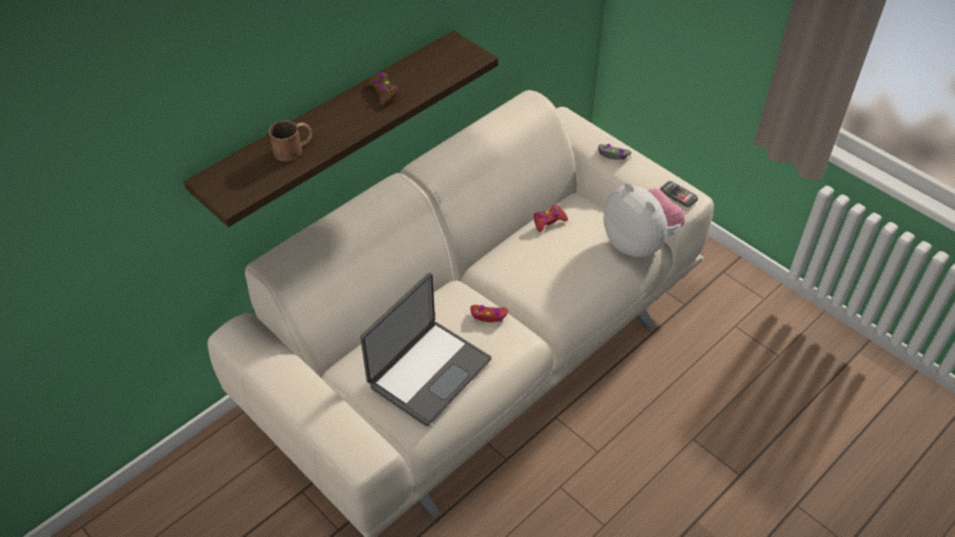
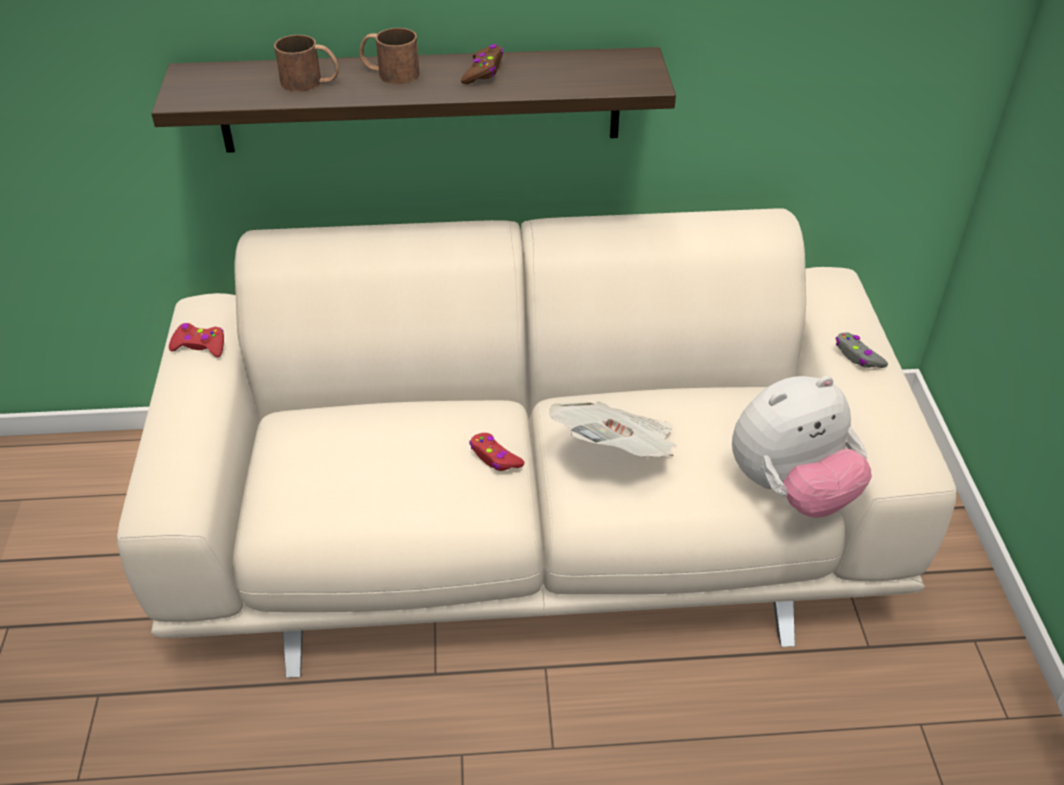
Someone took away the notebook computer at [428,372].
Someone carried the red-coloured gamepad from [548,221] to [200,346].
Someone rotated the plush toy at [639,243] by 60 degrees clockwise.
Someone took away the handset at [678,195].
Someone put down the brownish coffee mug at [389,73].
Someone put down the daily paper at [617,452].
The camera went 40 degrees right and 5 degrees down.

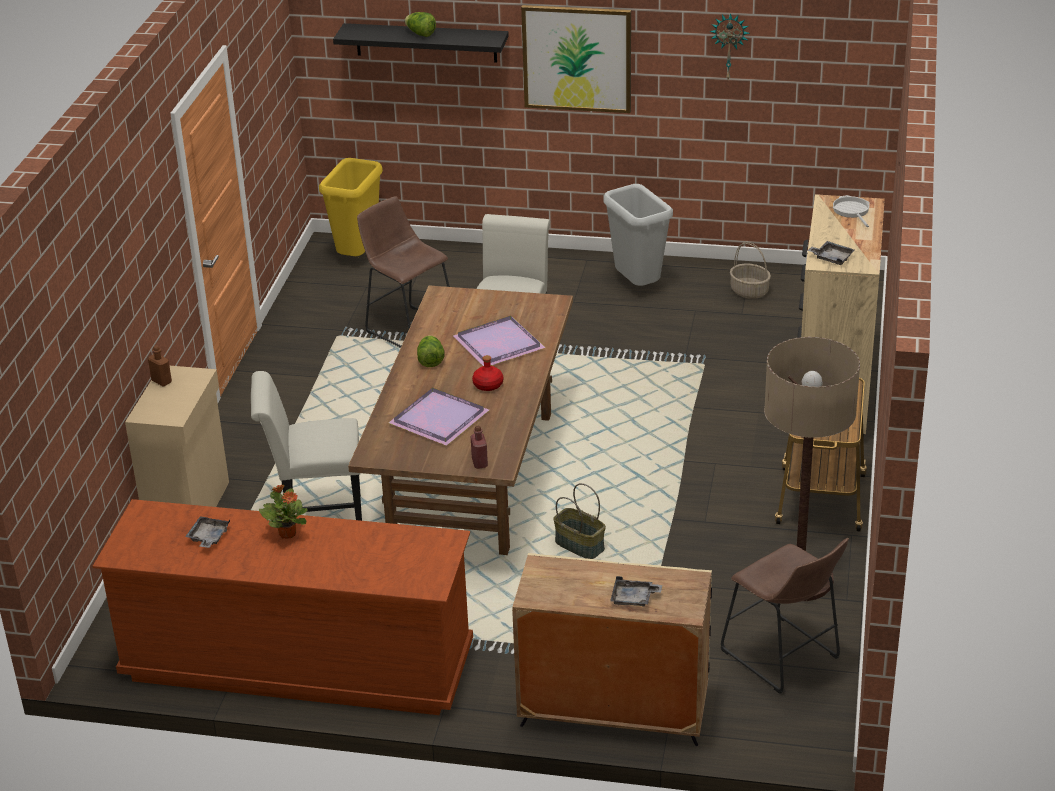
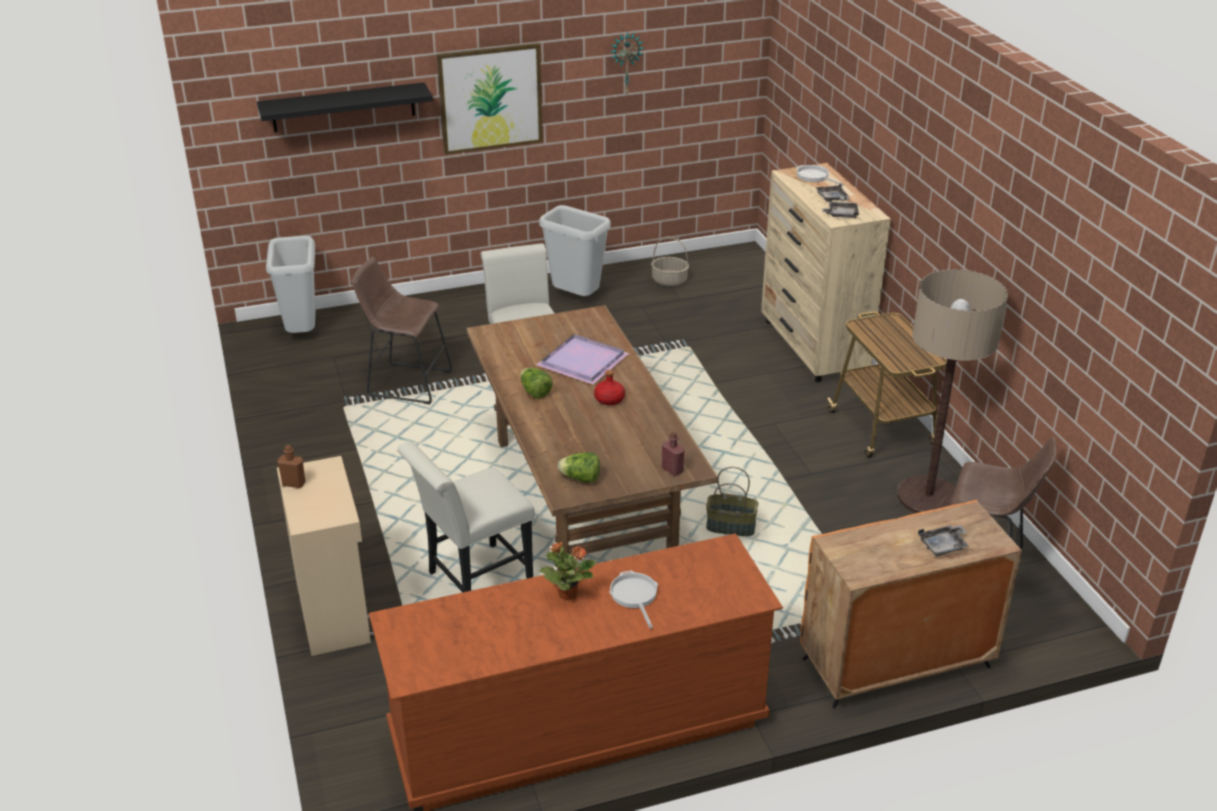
Someone carried the gray serving tray from [208,537] to [832,198].
Someone repainted the yellowish rubbish bin at [357,257], which became the gray rubbish bin at [301,333].
Someone took away the purplish serving tray at [437,419].
Someone carried the lettuce from [420,34] to [581,478].
Someone repainted the sand-coloured cabinet at [612,711], which became the orange-coloured cabinet at [895,663].
Someone put down the skillet at [634,596].
The camera went 30 degrees left and 0 degrees up.

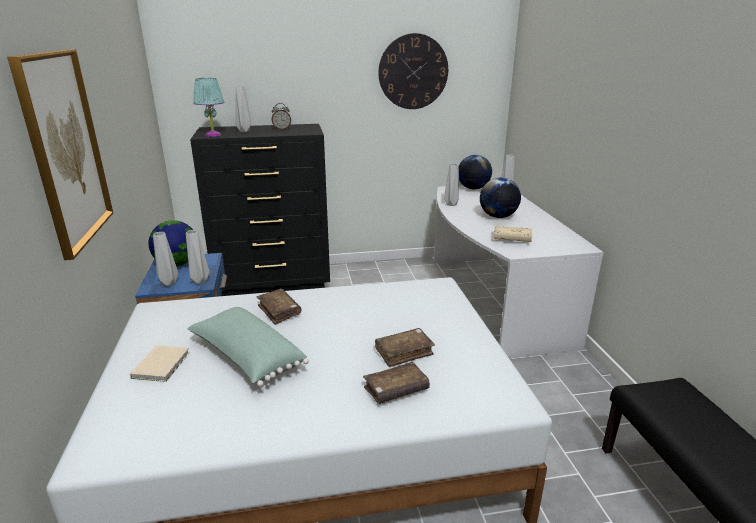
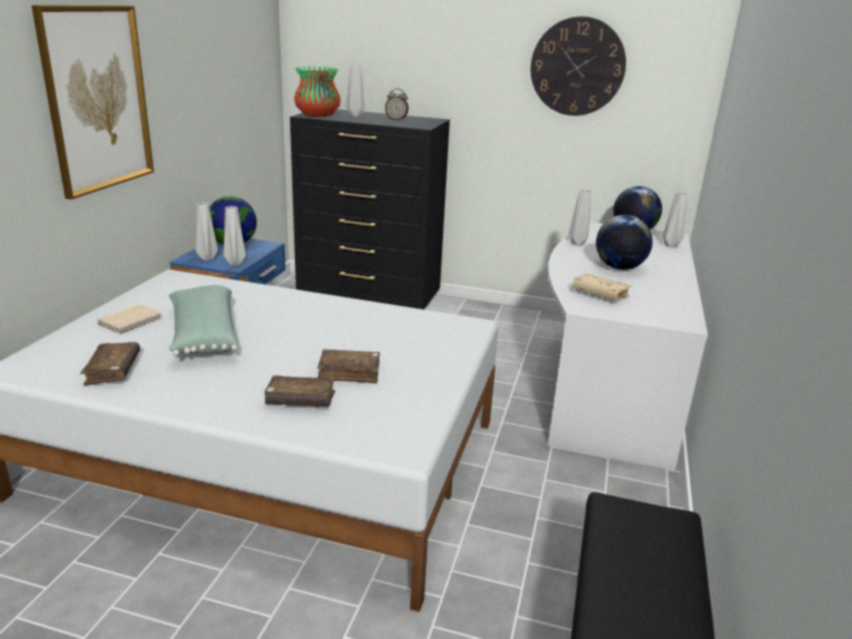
Someone swapped the blue-green table lamp at [213,135] for the flower vase at [318,116].
Someone carried the brownish volume from [279,311] to [113,370].
The camera went 25 degrees right and 0 degrees up.

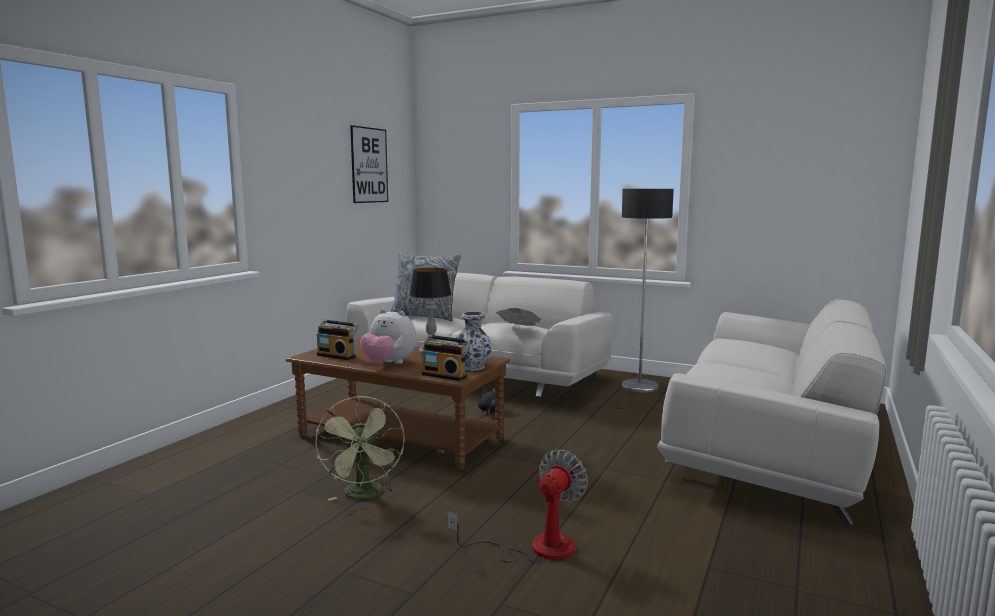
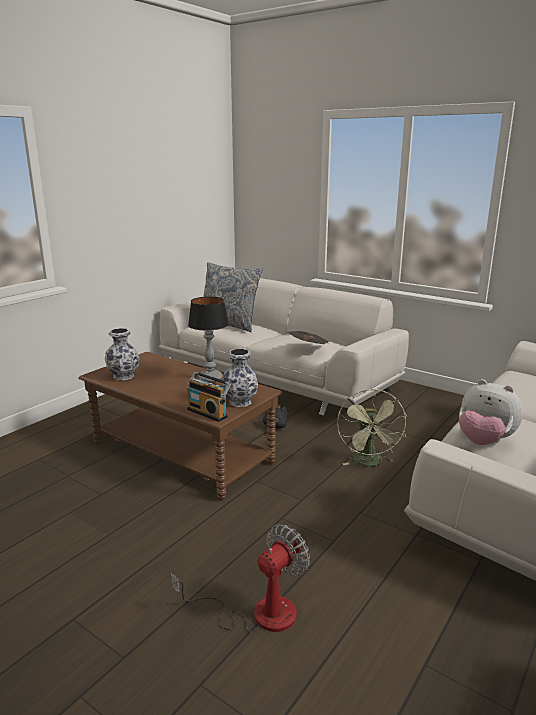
Someone carried the green-coloured electric fan from [364,495] to [369,463].
Someone swapped the radio at [337,356] for the flower vase at [124,376].
Someone took away the picture at [369,165].
Someone carried the plush toy from [389,364] to [484,441].
Someone took away the standing lamp at [640,387].
The camera went 10 degrees right and 10 degrees up.

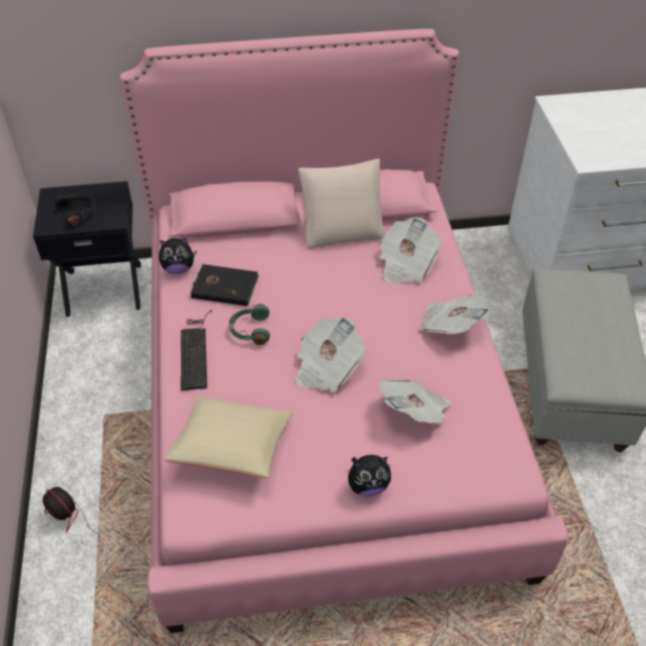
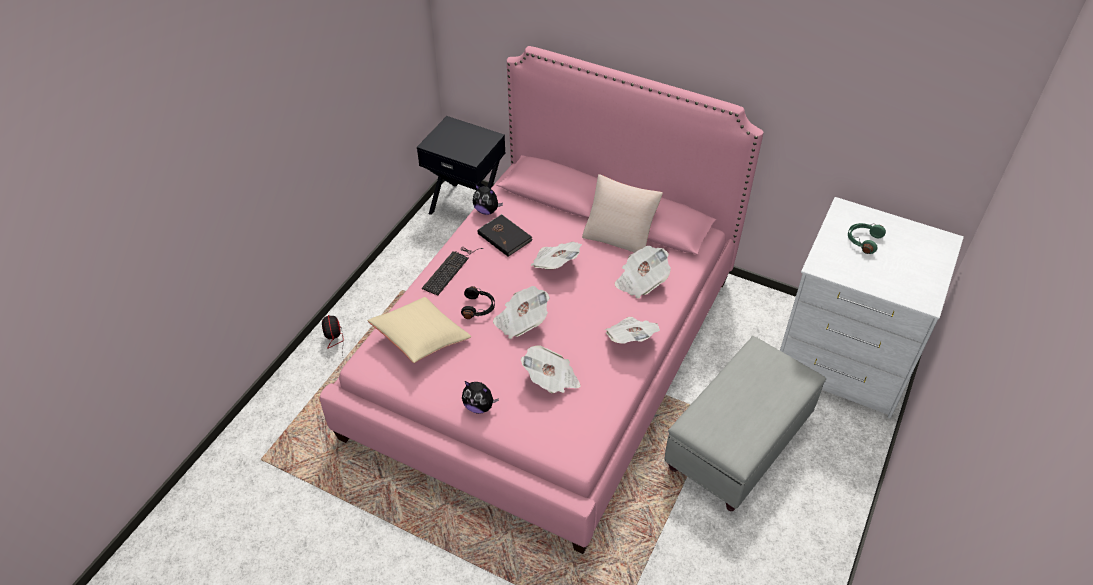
Someone carried the black headphones from [78,213] to [478,308].
Someone carried the green-coloured headphones from [250,330] to [863,241].
Someone put down the daily paper at [555,264].
The camera went 35 degrees right and 0 degrees up.

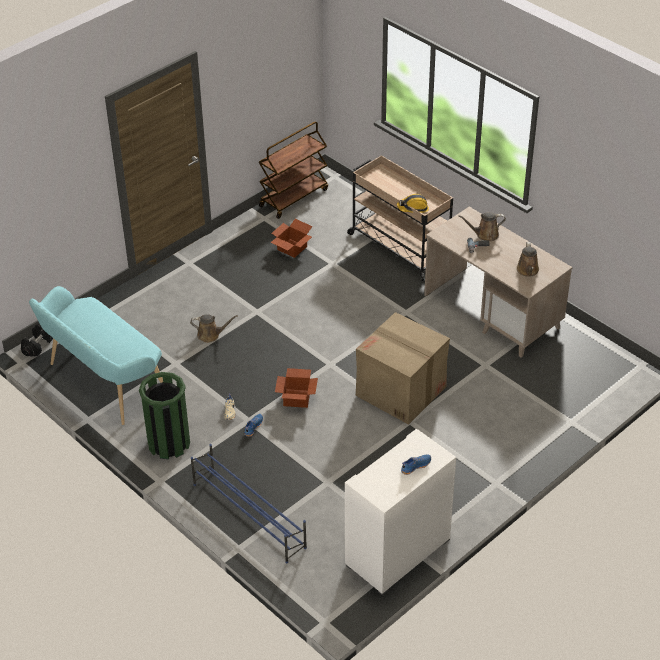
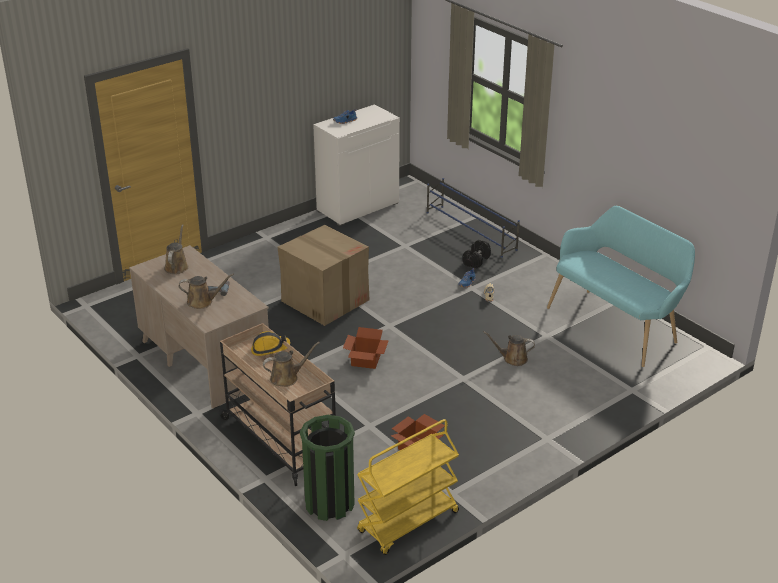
Someone carried the black free weight from [38,345] to [476,261].
Someone carried the green-coloured rubbish bin from [169,443] to [329,503].
Someone repainted the brownish cart at [294,197], which became the yellowish cart at [408,523].
Someone carried the carton from [297,397] to [365,360].
Someone put down the brownish sprinkling can at [287,378].
The camera went 175 degrees left and 10 degrees down.

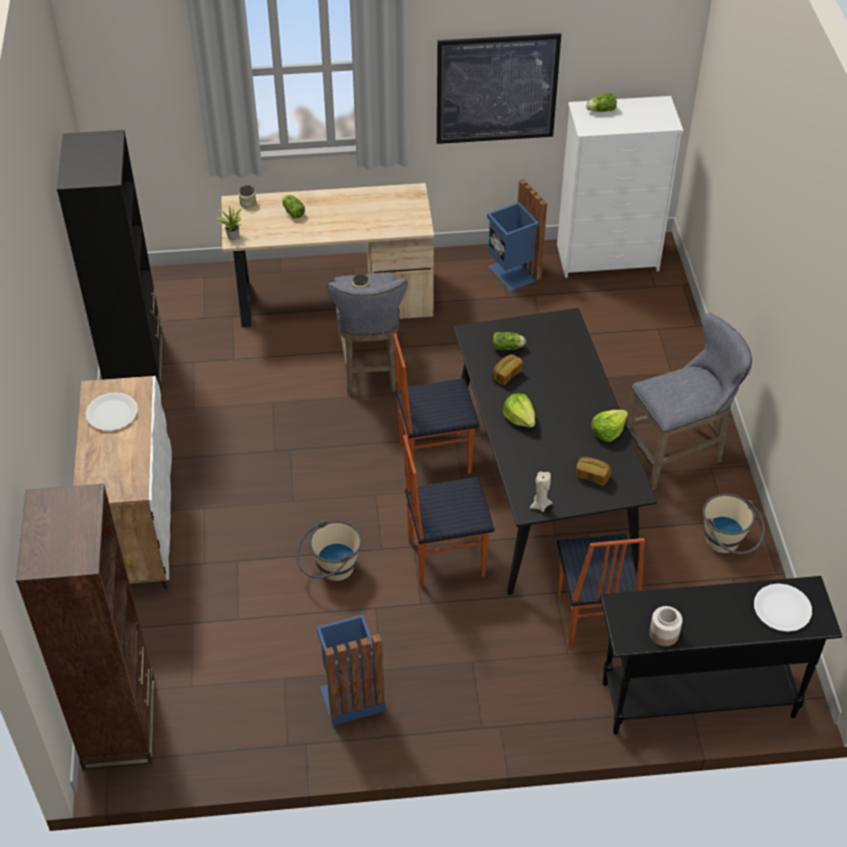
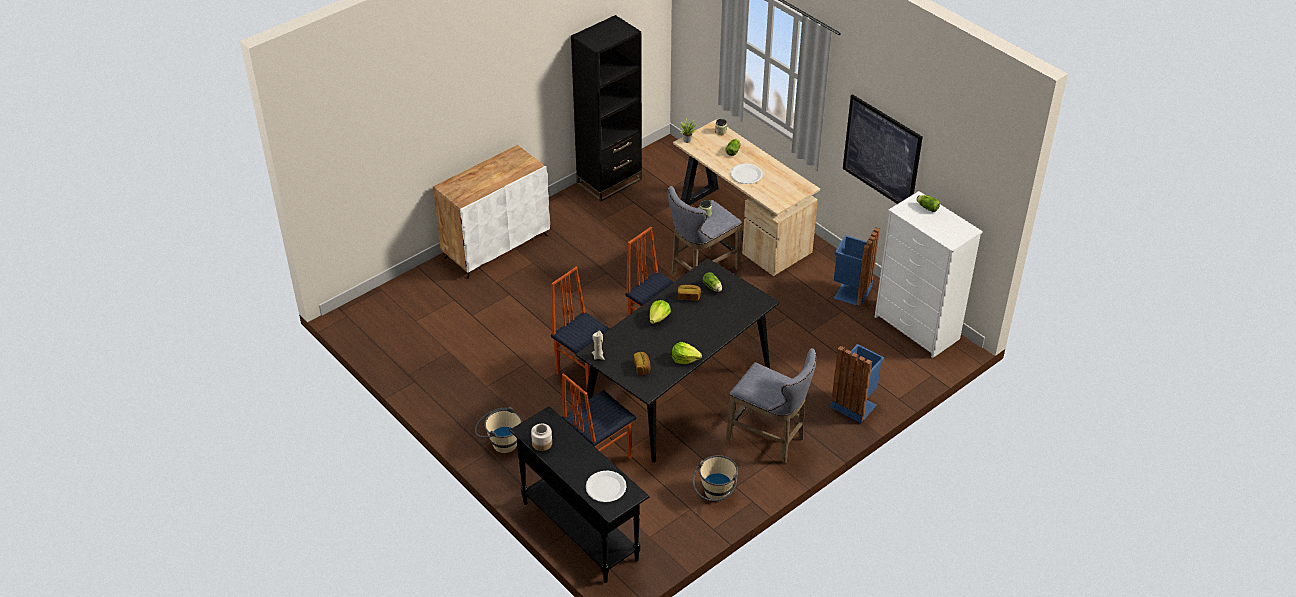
Someone took away the brownish shelving unit at [119,723].
Someone carried the white-coloured flat dish from [112,413] to [746,175].
Someone carried the sand-coloured water bucket from [330,570] to [500,442].
Someone carried the blue rubbish bin from [350,696] to [854,404].
The camera went 55 degrees right and 5 degrees down.

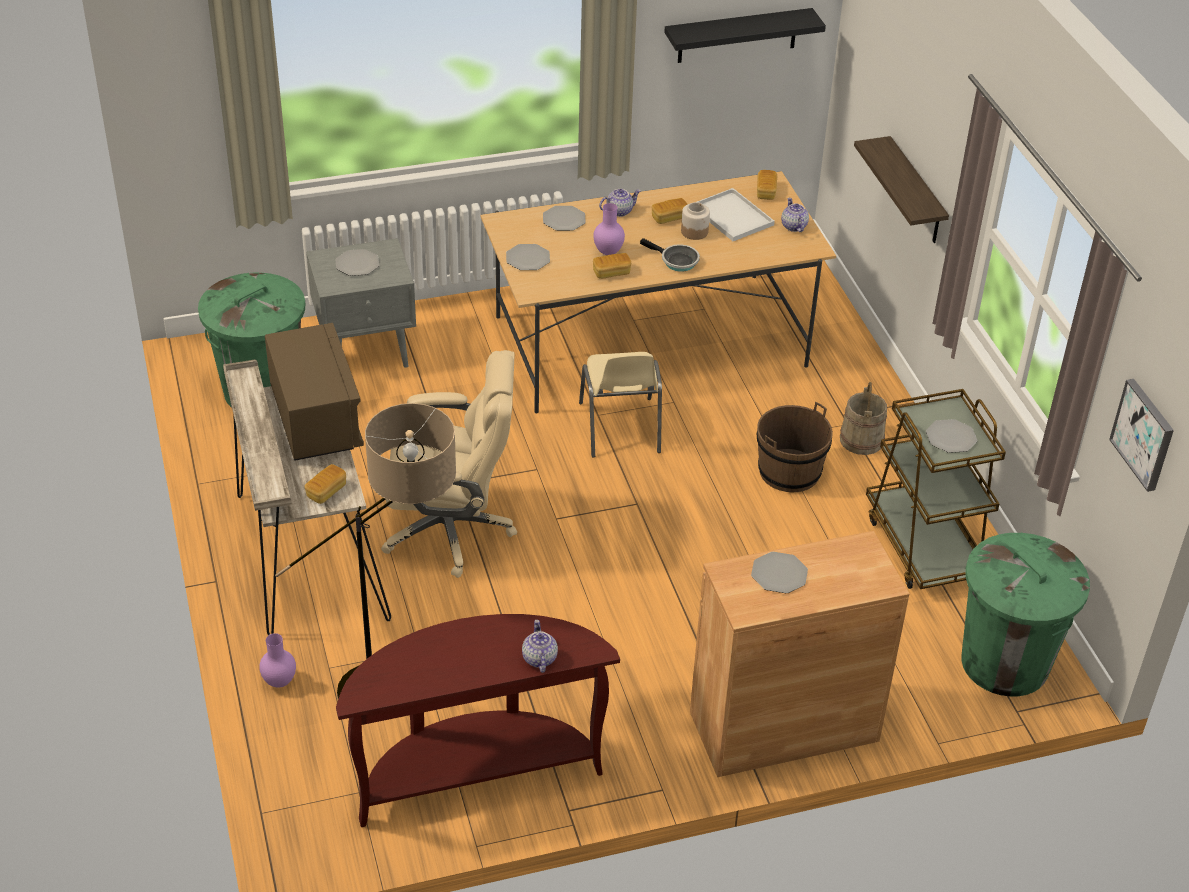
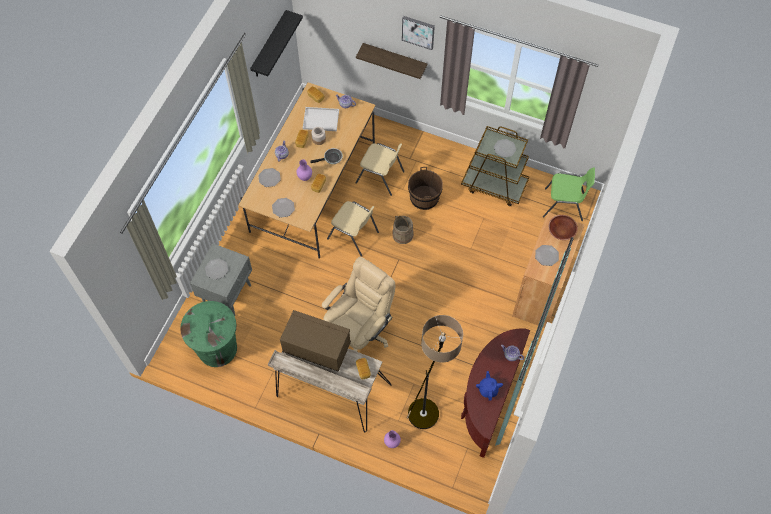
Someone carried the sand-coloured water bucket from [861,440] to [402,235].
Someone swapped the green-coloured rubbish bin at [1005,663] for the green-coloured upright chair at [564,205].
Someone carried the picture from [1144,434] to [418,31].
Someone put down the sand-coloured upright chair at [381,177].
Someone put down the blue teapot at [488,389].
Someone put down the brownish serving bowl at [561,231].
The camera went 50 degrees left and 20 degrees up.

